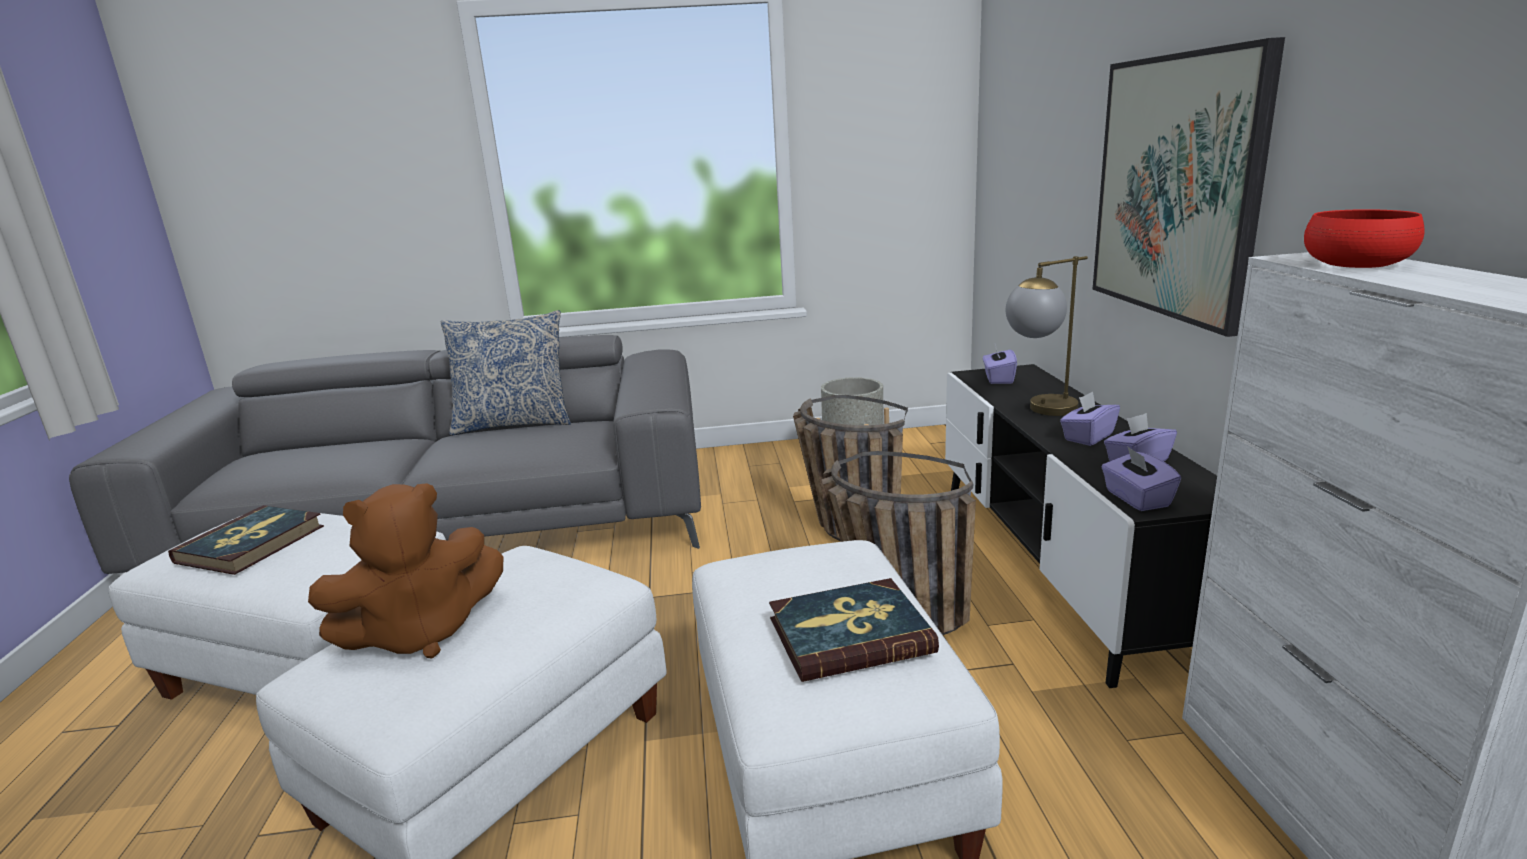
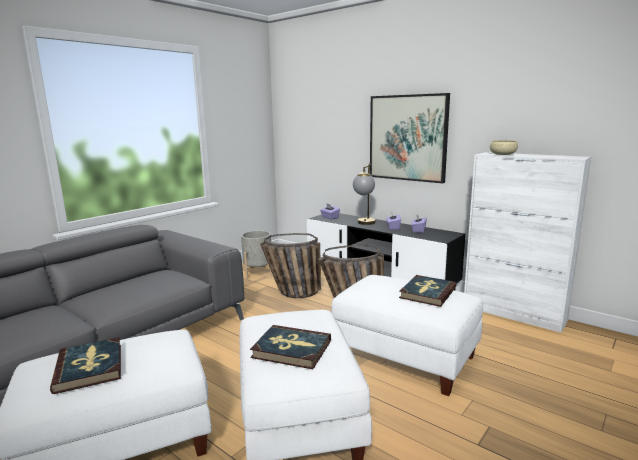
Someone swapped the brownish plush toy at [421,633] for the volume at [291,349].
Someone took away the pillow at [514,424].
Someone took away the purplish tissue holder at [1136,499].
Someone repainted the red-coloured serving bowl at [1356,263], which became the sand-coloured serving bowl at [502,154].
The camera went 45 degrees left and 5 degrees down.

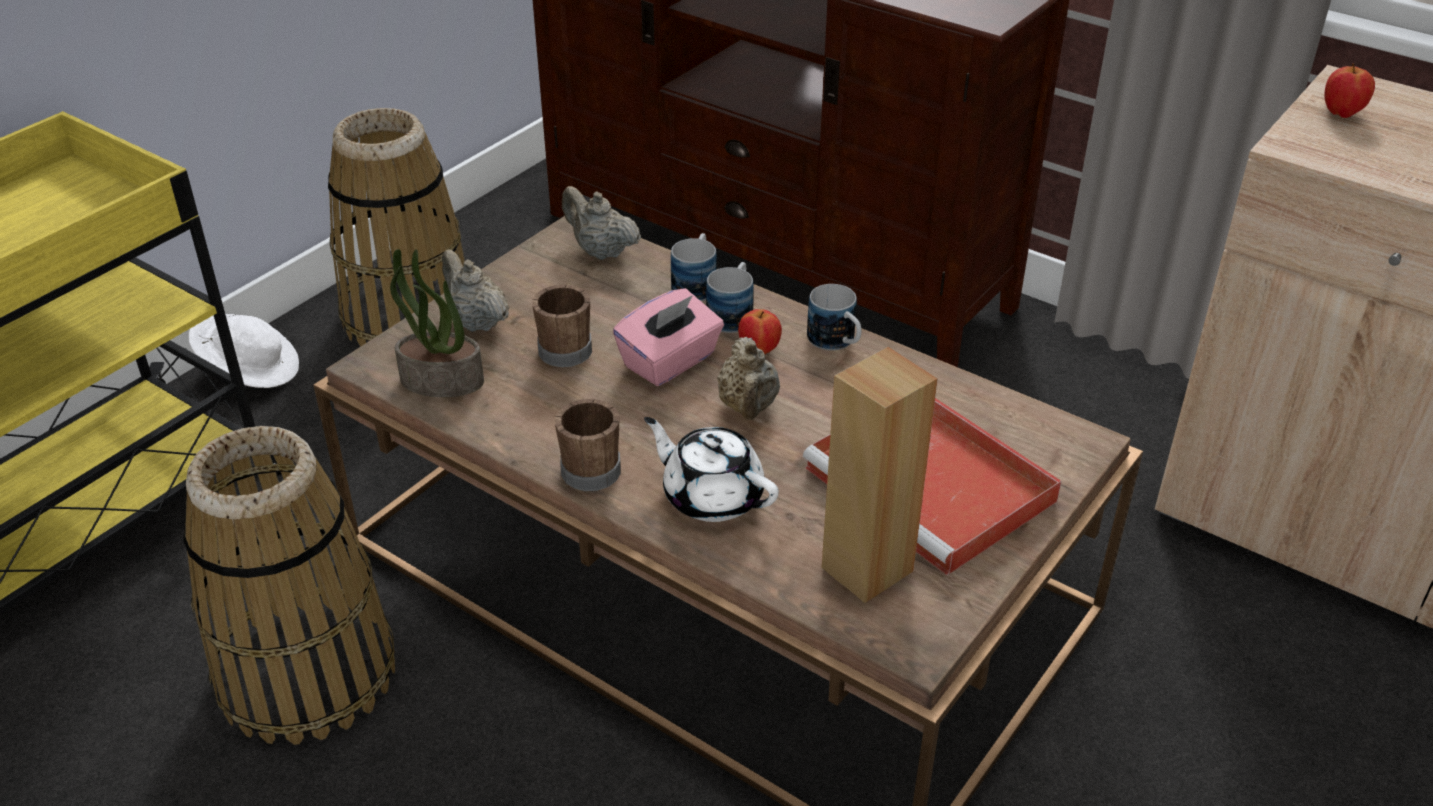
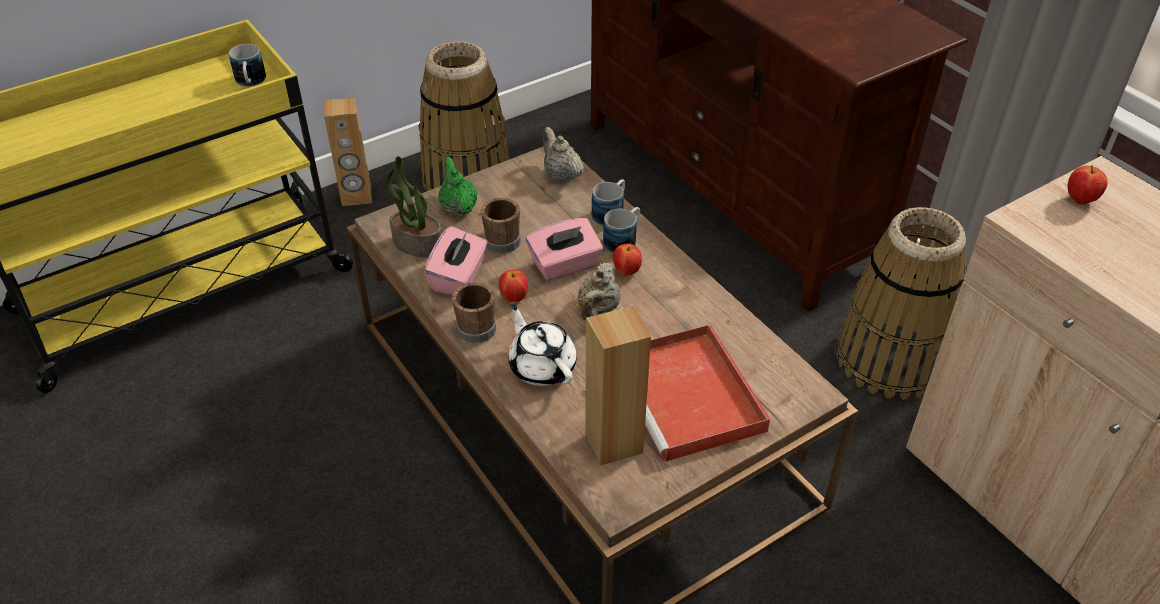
Someone carried the storage basket from [307,673] to [890,359].
Someone swapped the white-coloured wearable hat at [250,370] for the brownish loudspeaker at [356,196].
Someone repainted the sand-coloured teapot at [476,322], which became the green-coloured teapot at [458,208].
Someone carried the coffee mug from [837,343] to [250,83].
Someone put down the pink-coloured tissue holder at [459,278].
Someone put down the apple fruit at [514,298].
The camera went 20 degrees right and 5 degrees up.

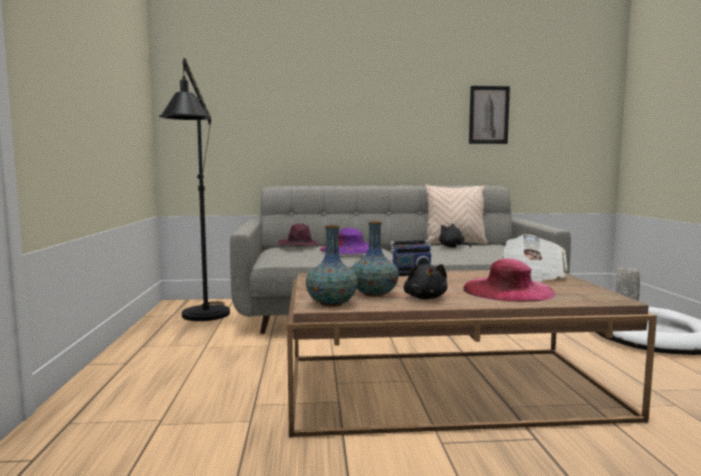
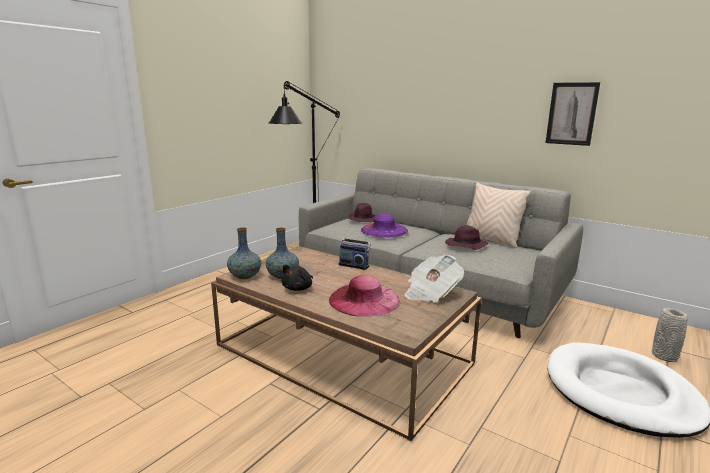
Someone swapped the black plush toy at [452,247] for the purplish wearable hat at [465,246].
The camera went 40 degrees right and 10 degrees up.

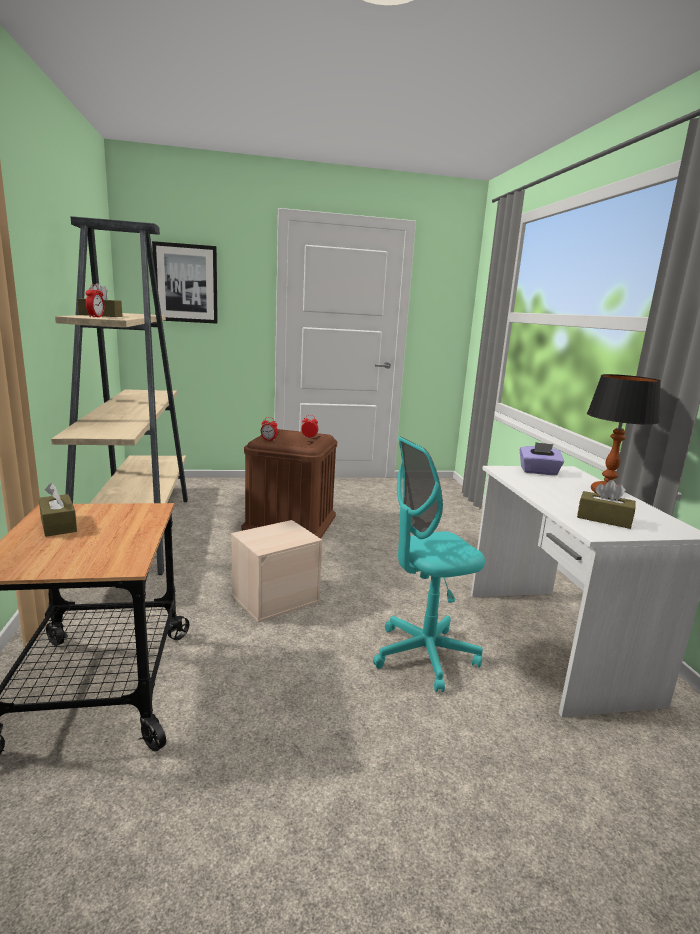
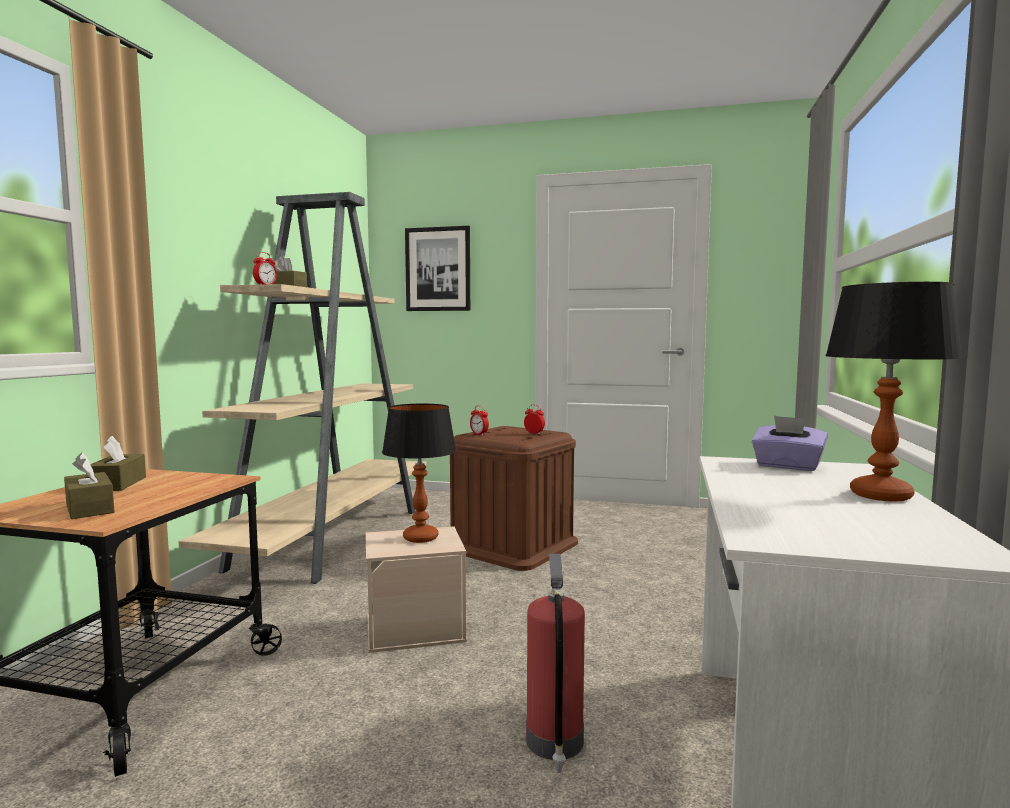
Someone swapped the blue-green desk chair at [424,656] for the fire extinguisher at [554,743].
Someone carried the brownish tissue holder from [604,519] to [89,508].
Someone put down the table lamp at [420,538].
The camera went 25 degrees right and 10 degrees down.

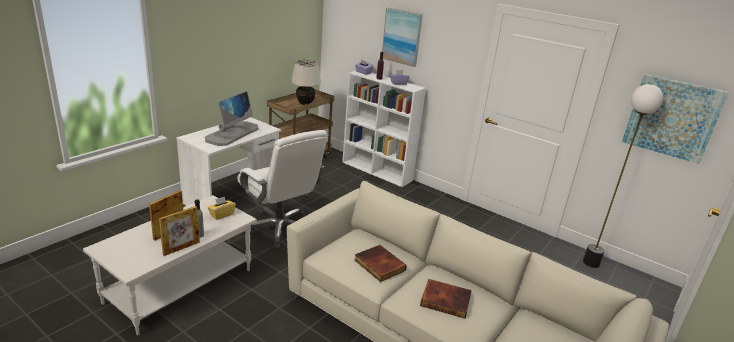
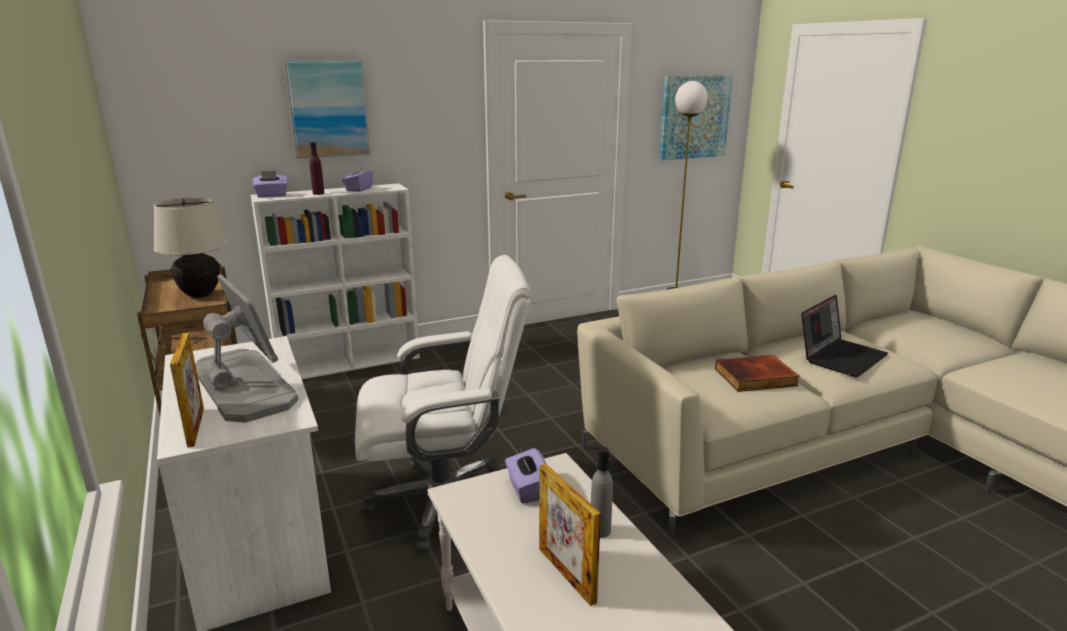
Someone carried the standing frame from [181,248] to [196,427].
Someone repainted the yellowish tissue holder at [221,214], which became the purplish tissue holder at [527,489].
Someone swapped the volume at [446,300] for the notebook computer at [841,356].
The camera went 60 degrees left and 5 degrees down.

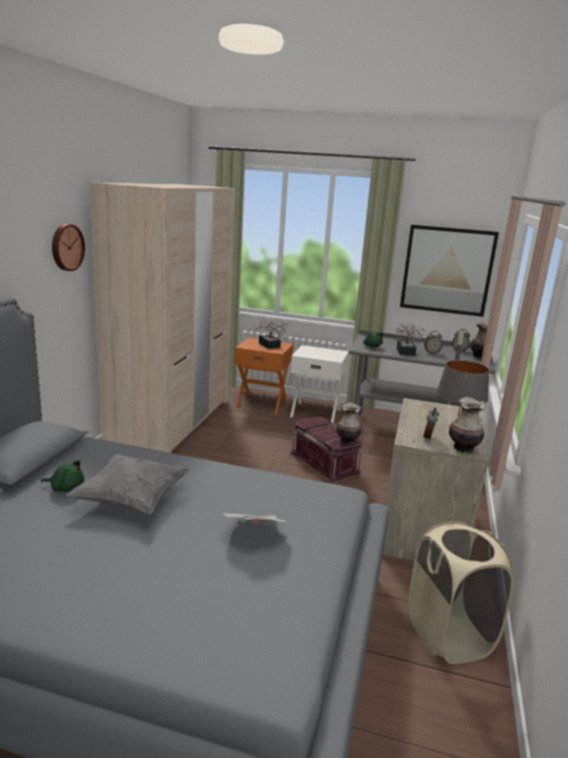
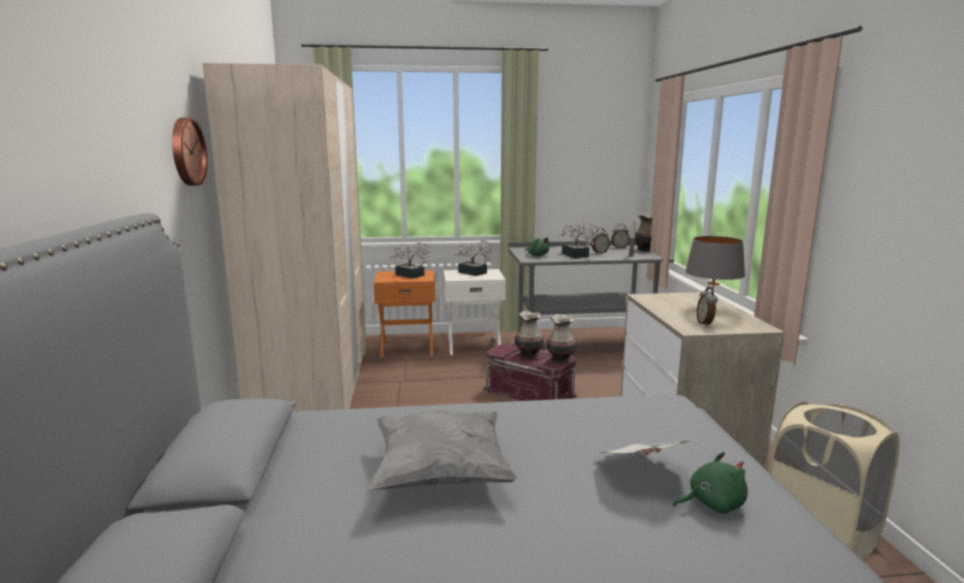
Someone carried the green-coloured plush toy from [66,488] to [712,504].
Someone took away the picture at [447,270].
Someone carried the flower vase from [463,448] to [529,355].
Someone put down the potted plant at [474,273].
The camera went 20 degrees left and 5 degrees down.

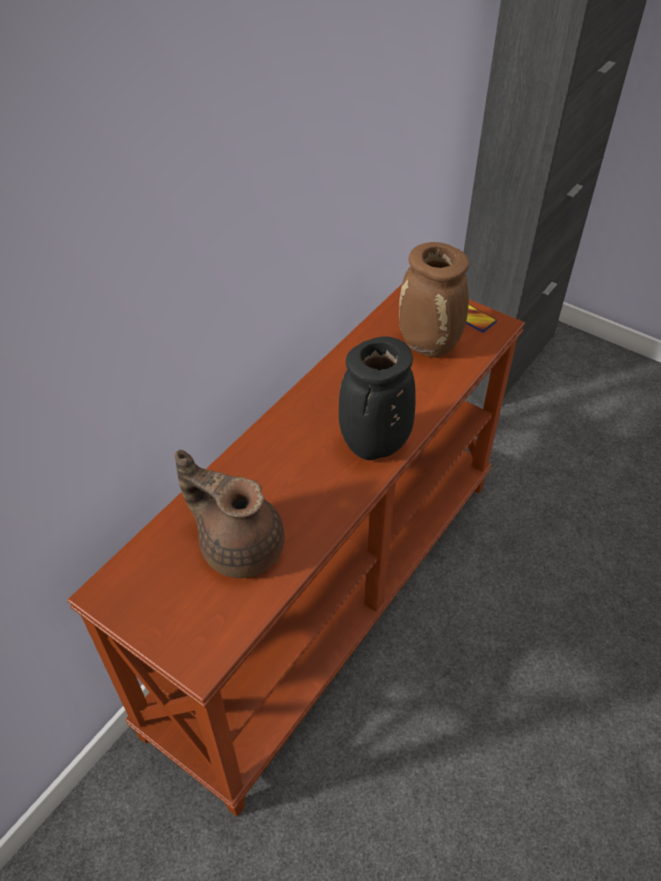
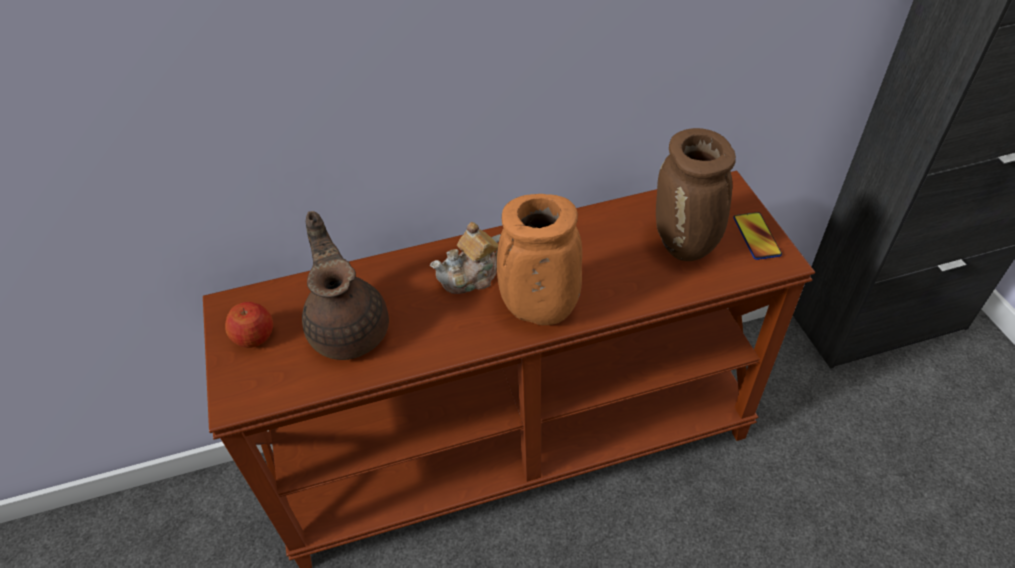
Someone repainted the black flower vase at [374,447], which became the orange-coloured flower vase at [538,310].
Someone put down the apple fruit at [255,336].
Someone put down the teapot at [471,276].
The camera went 40 degrees right and 0 degrees up.

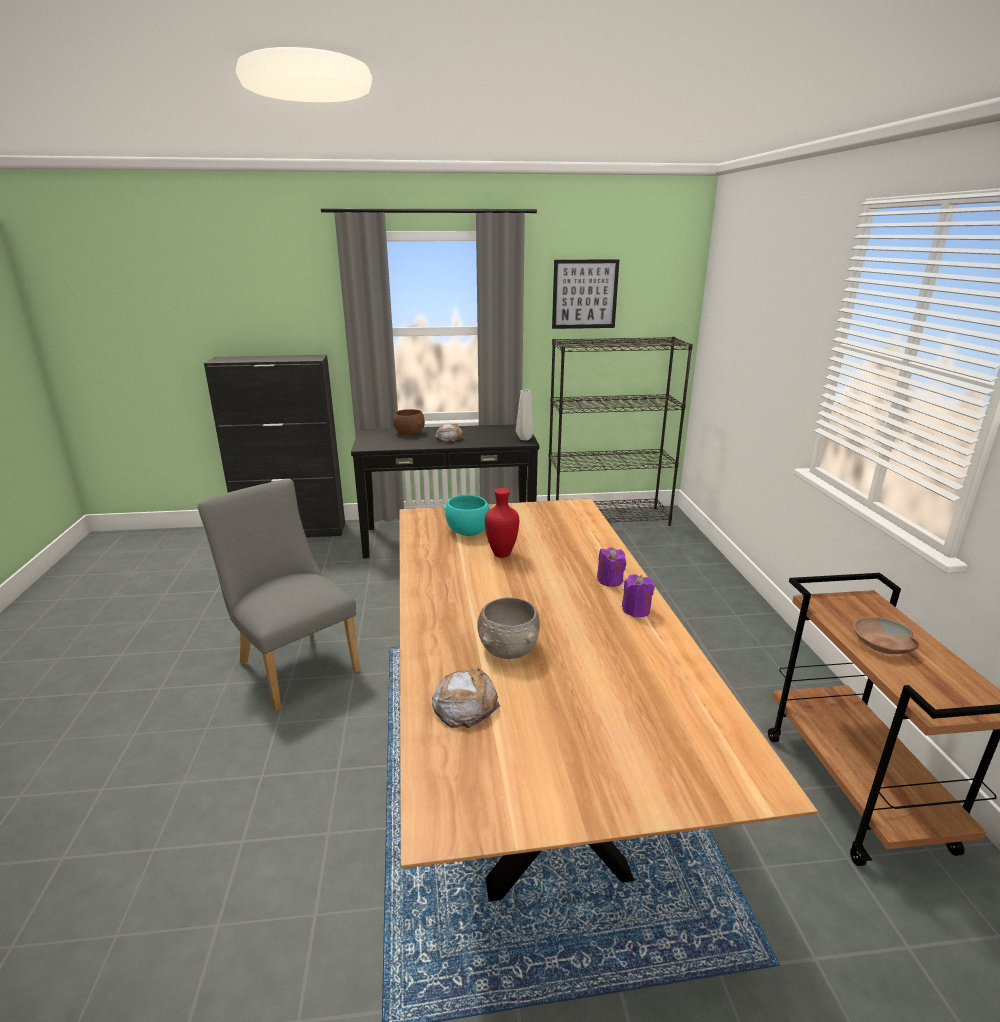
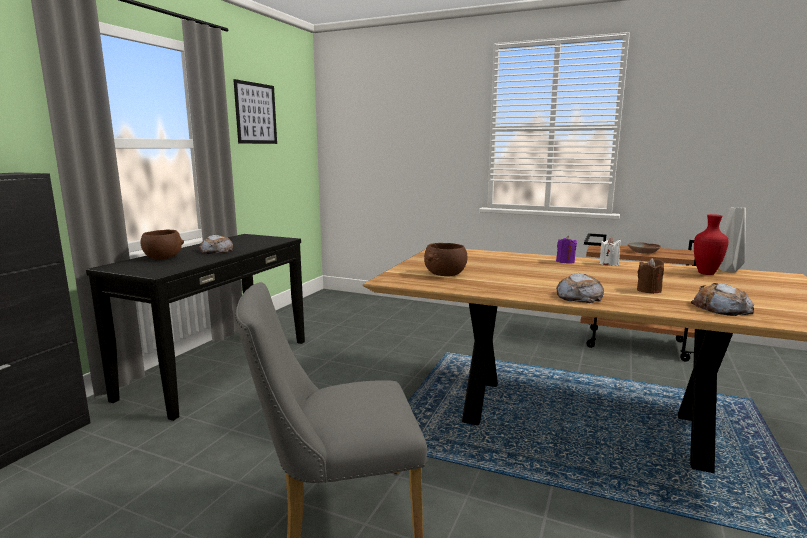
Someone repainted the blue-green serving bowl at [467,531], which became the brownish serving bowl at [445,274].
Someone swapped the gray serving bowl at [509,648] for the brownish wax light at [649,290].
Someone carried the red-coloured flower vase from [502,554] to [705,273].
Someone carried the gray flower vase from [524,438] to [727,270].
Someone took away the black shelving unit at [608,518].
Someone repainted the purplish wax light at [636,610], which became the white-coloured wax light at [608,264].
Someone put down the bread at [579,296].
The camera went 60 degrees left and 10 degrees down.

